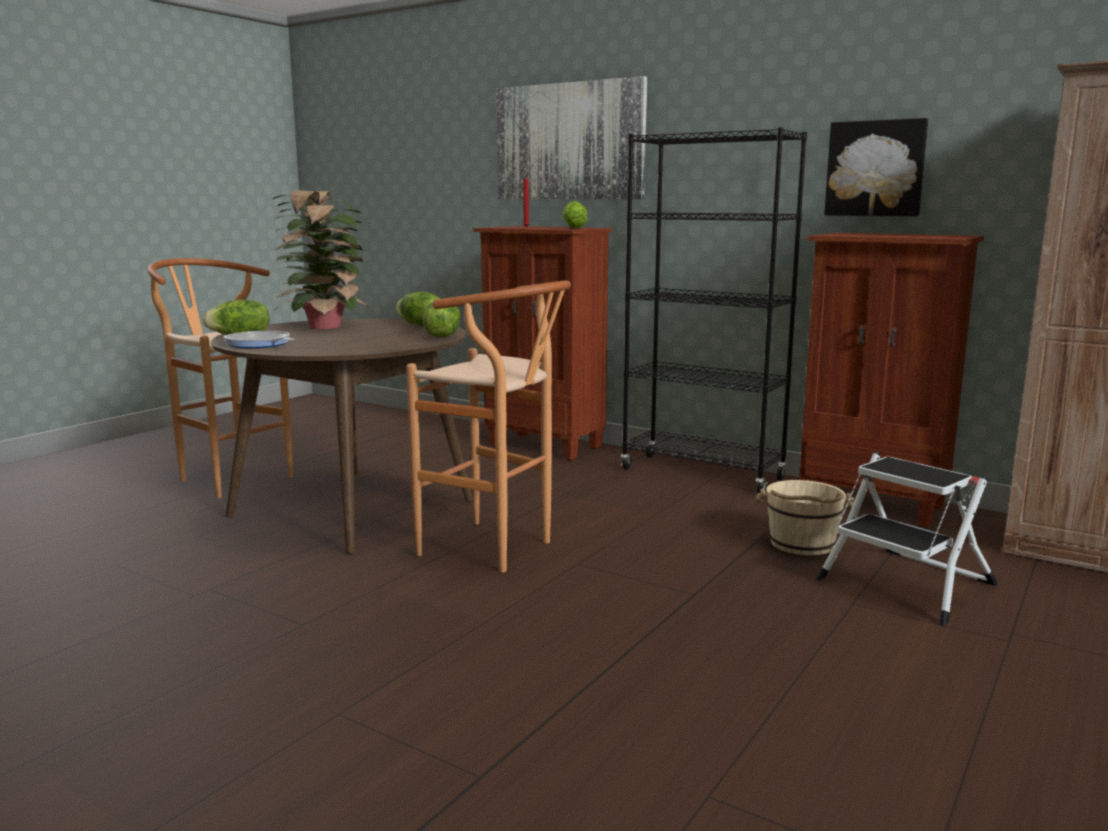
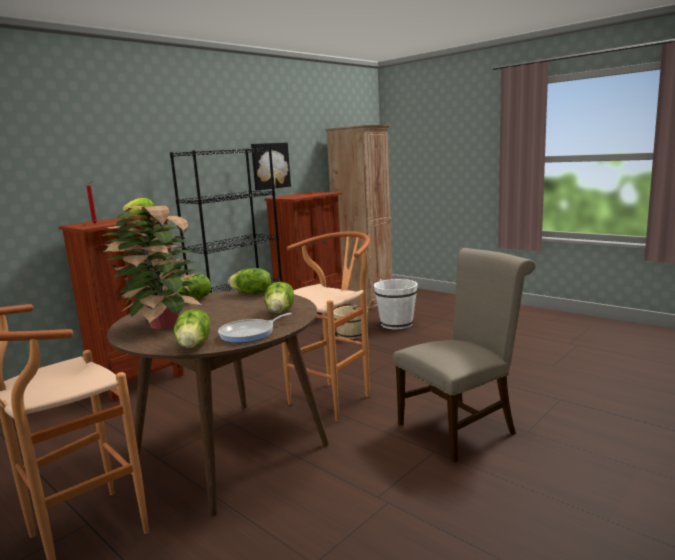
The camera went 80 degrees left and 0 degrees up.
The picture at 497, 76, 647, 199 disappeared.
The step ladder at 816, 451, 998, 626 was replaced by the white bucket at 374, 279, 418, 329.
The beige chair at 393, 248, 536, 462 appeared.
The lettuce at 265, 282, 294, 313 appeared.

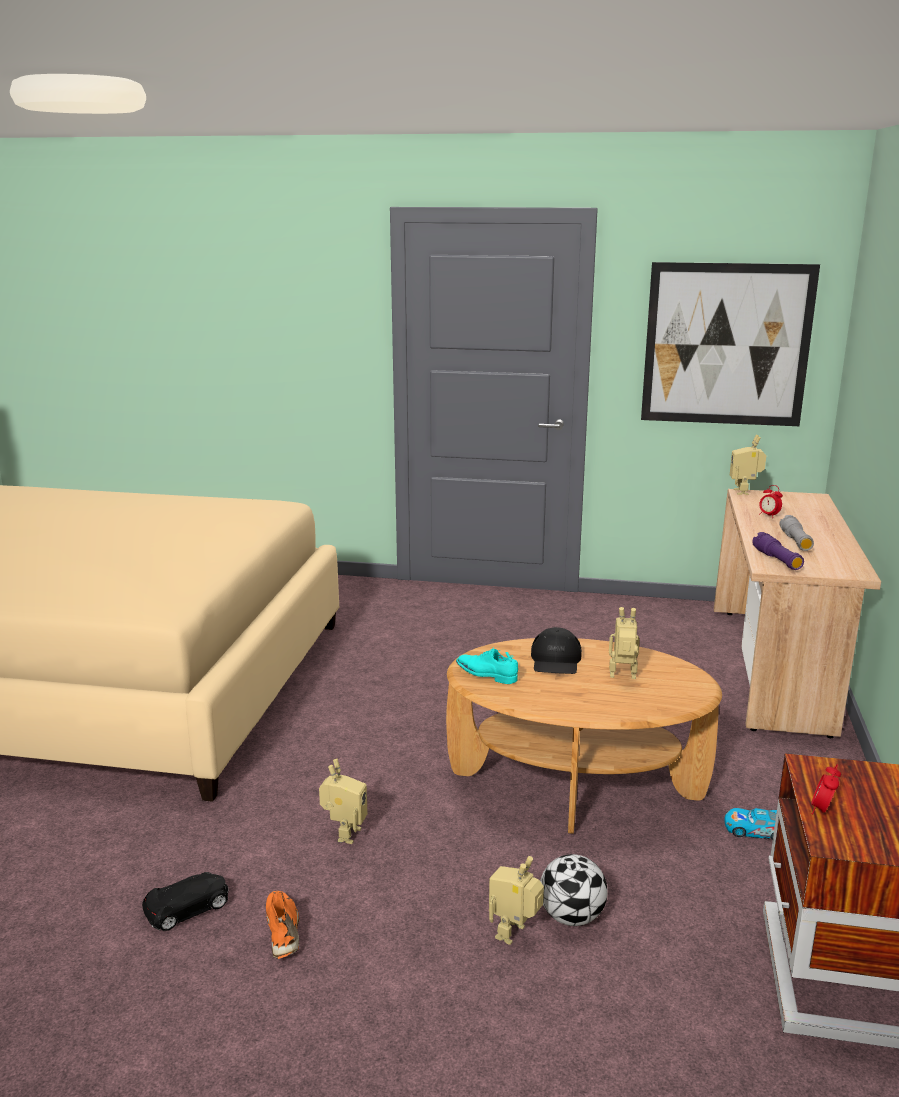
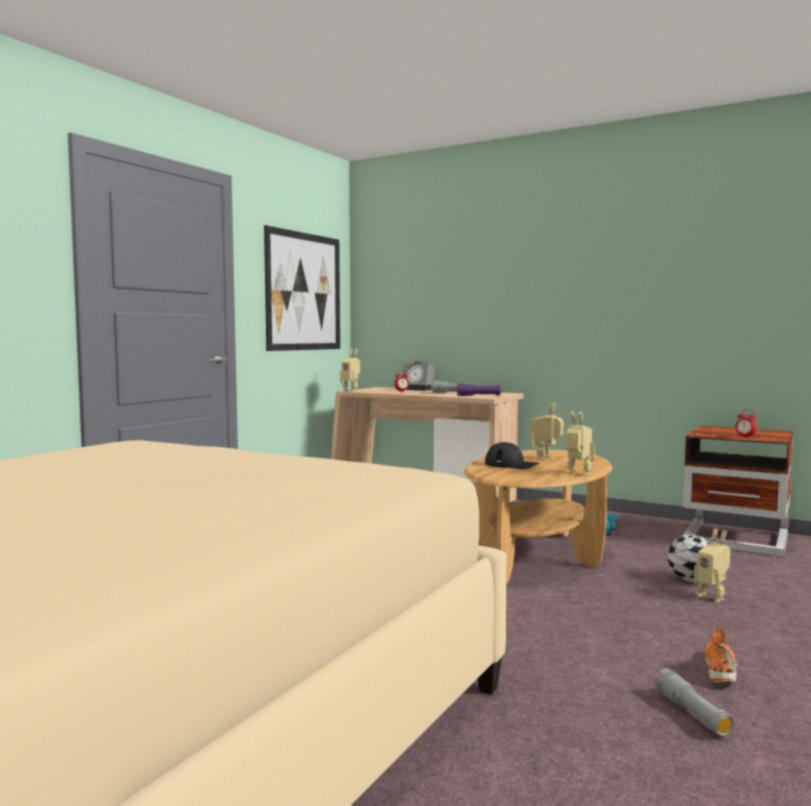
The camera went 70 degrees left and 15 degrees down.
The turquoise shoe at 456, 647, 518, 684 disappeared.
The toy robot moved from 319, 759, 368, 844 to 566, 411, 595, 476.
The black toy car at 142, 872, 229, 931 was replaced by the grey flashlight at 654, 668, 734, 736.
The orange shoe at 266, 891, 299, 959 turned 105 degrees clockwise.
The alarm clock at 402, 362, 435, 391 appeared.

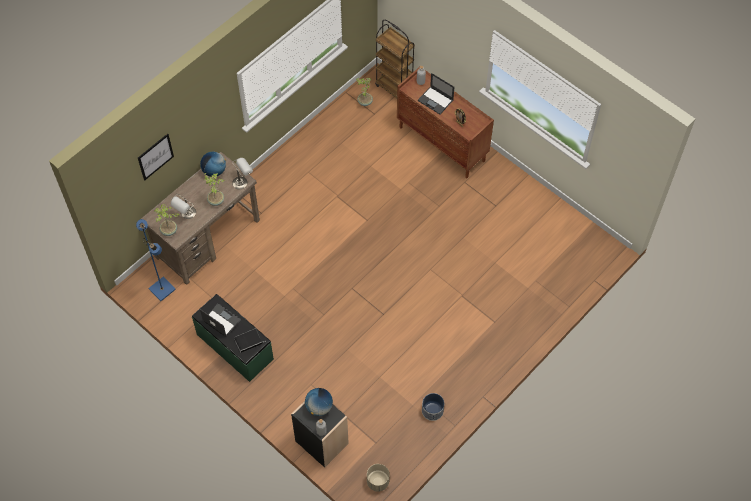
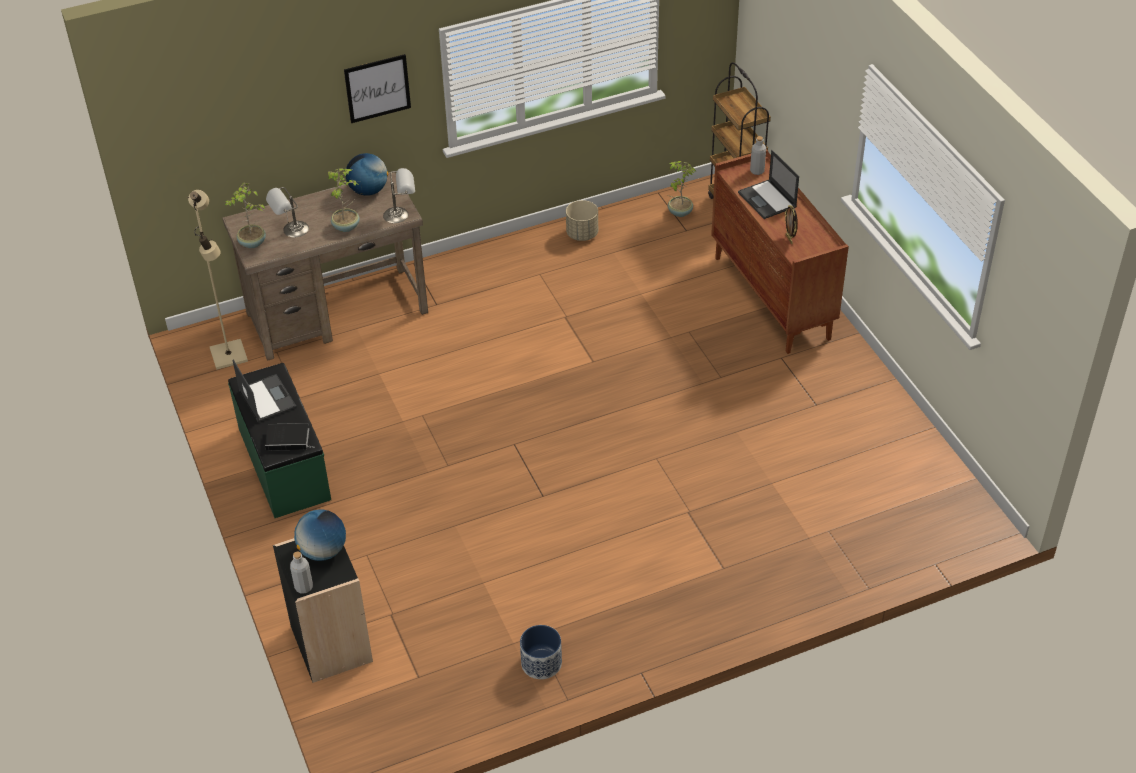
The camera went 25 degrees right and 15 degrees down.
The picture moved from 138, 134, 174, 180 to 344, 54, 411, 123.
The blue floor lamp at 136, 219, 176, 301 became the beige floor lamp at 187, 190, 248, 370.
The beige planter moved from 367, 464, 390, 492 to 566, 200, 598, 241.

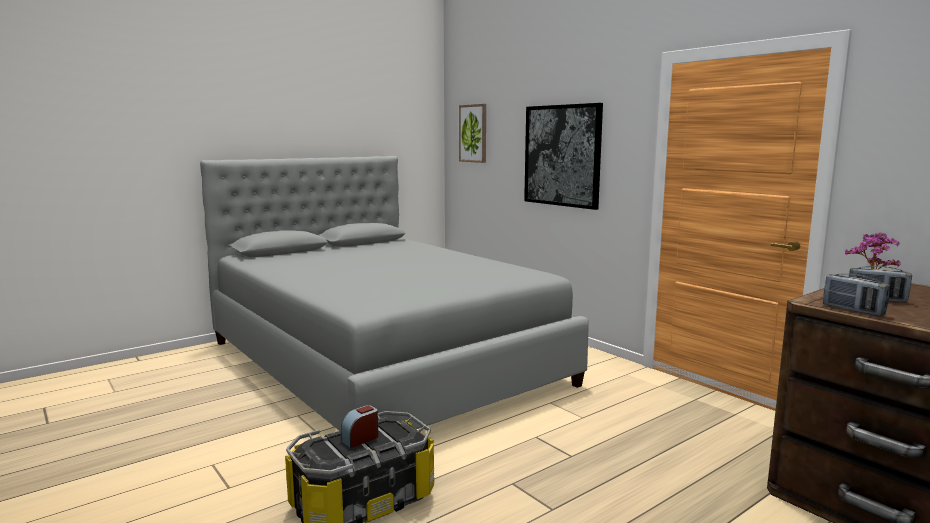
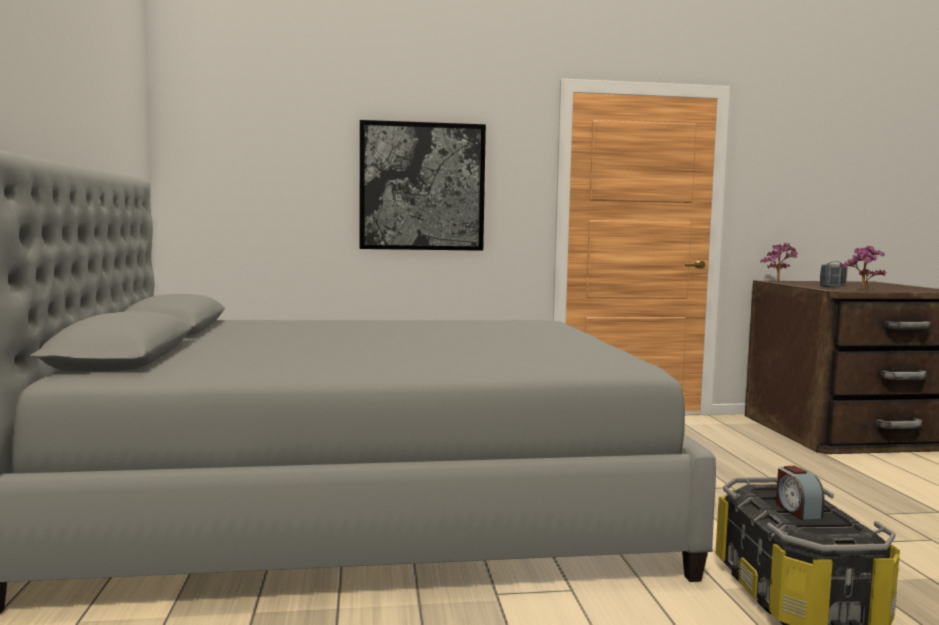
The camera went 60 degrees left and 5 degrees down.
The picture at 459, 104, 486, 163 disappeared.
The radio at 823, 274, 890, 316 was replaced by the potted plant at 840, 246, 886, 290.

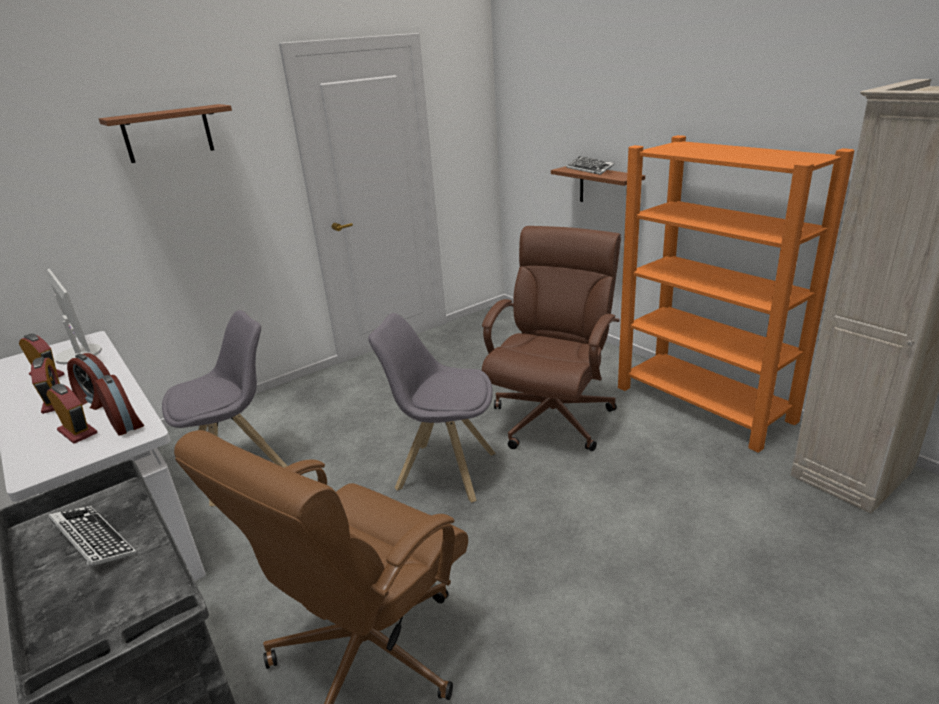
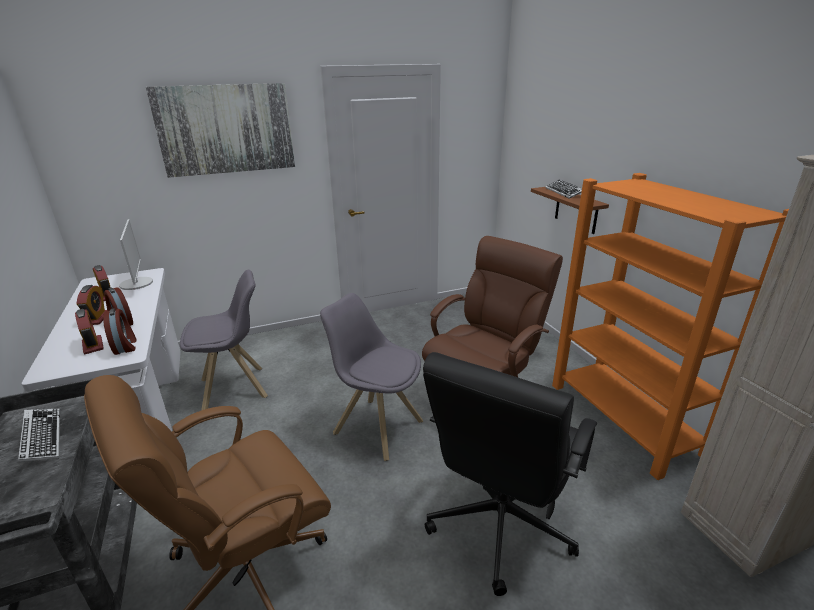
The camera went 15 degrees right and 0 degrees up.
The brown shelf at 99, 104, 232, 163 was replaced by the picture at 146, 83, 295, 178.
The black office chair at 423, 352, 597, 596 appeared.

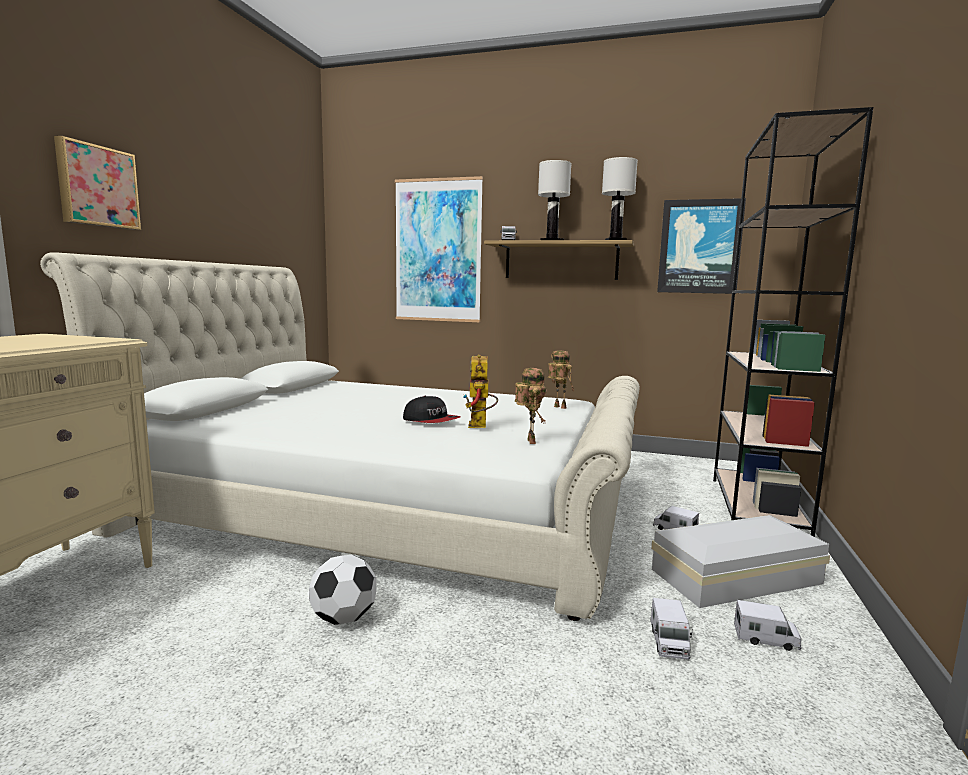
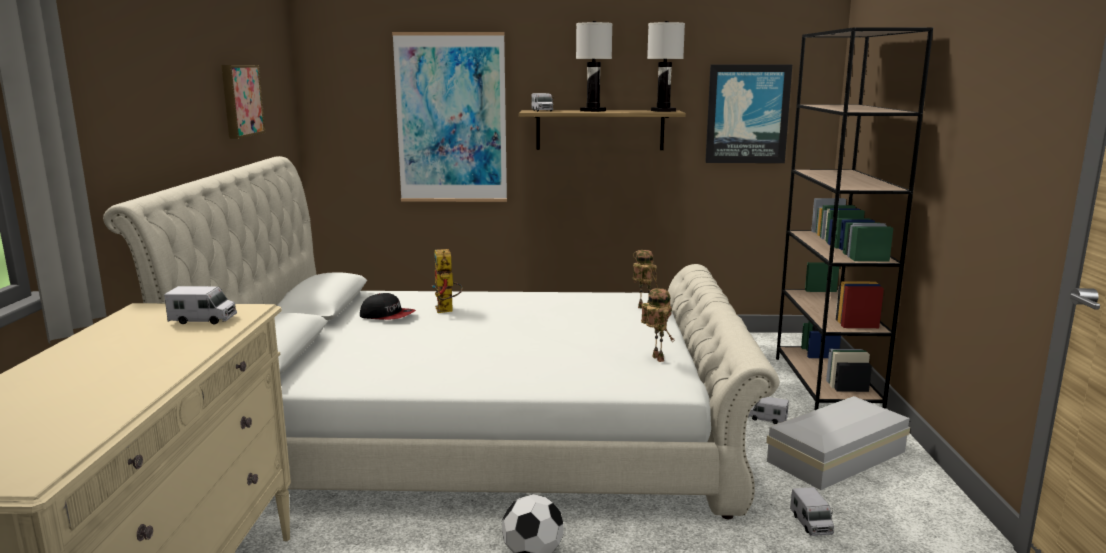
The camera went 15 degrees left and 5 degrees up.
The picture moved from 54, 136, 141, 230 to 221, 65, 265, 139.
The toy robot moved from 463, 355, 498, 428 to 432, 249, 463, 313.
The cap moved from 403, 396, 461, 423 to 360, 293, 416, 320.
The toy truck moved from 734, 600, 802, 651 to 164, 286, 237, 325.

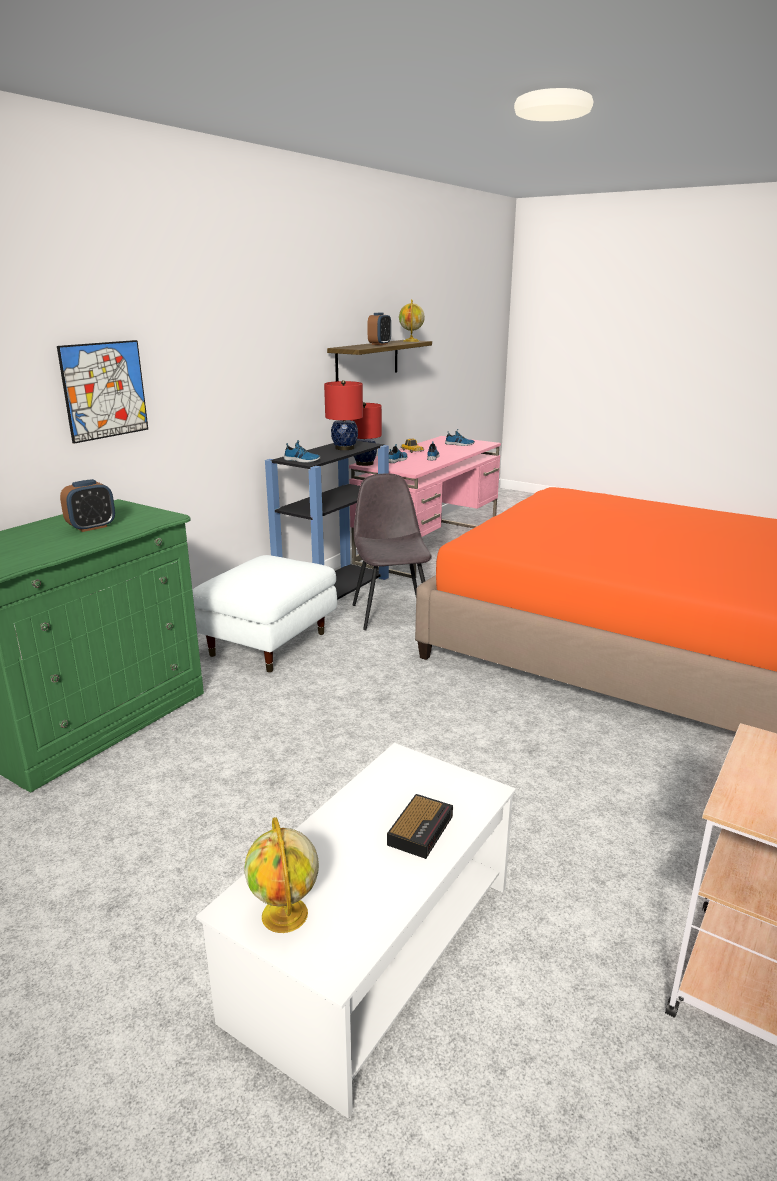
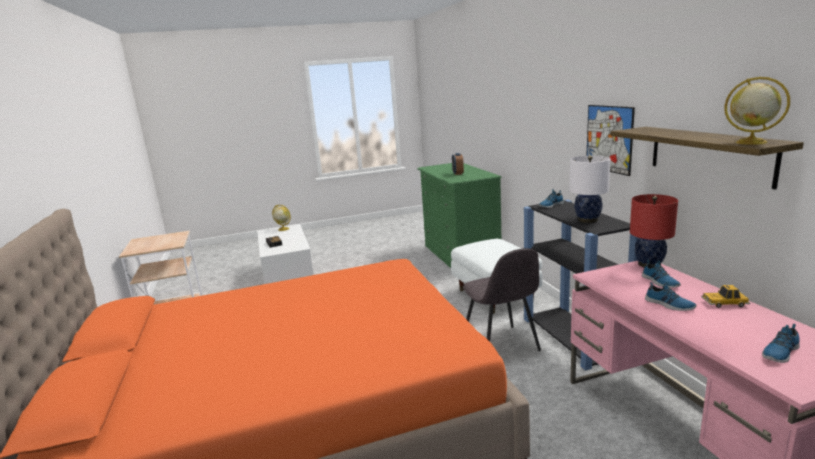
The camera went 130 degrees right and 5 degrees down.
The alarm clock at 367, 313, 391, 345 disappeared.
The picture moved from 57, 340, 148, 444 to 586, 105, 635, 176.
The red table lamp at 324, 380, 363, 450 became the white table lamp at 569, 156, 611, 223.
The grey chair at 353, 473, 432, 630 turned 45 degrees clockwise.

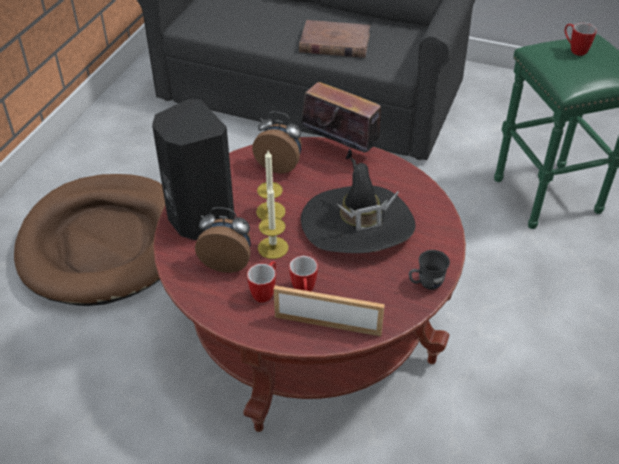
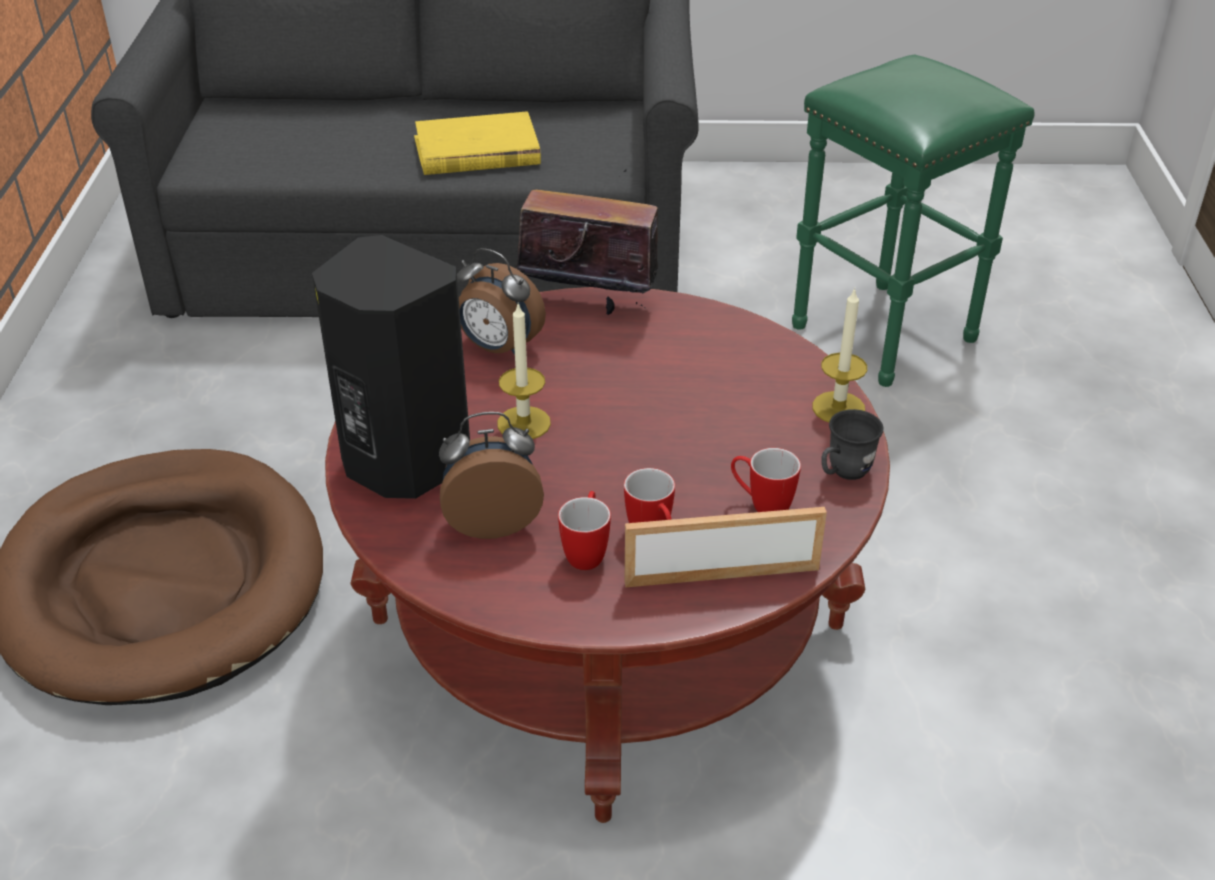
The camera went 20 degrees left and 5 degrees down.
The brown book at 299, 20, 370, 58 became the yellow book at 414, 111, 541, 175.
The mug moved from 565, 23, 597, 56 to 731, 448, 801, 512.
The alarm clock at 252, 111, 302, 173 turned 150 degrees counterclockwise.
The black hat at 301, 157, 415, 253 disappeared.
The candle moved from 258, 185, 288, 259 to 812, 288, 867, 422.

